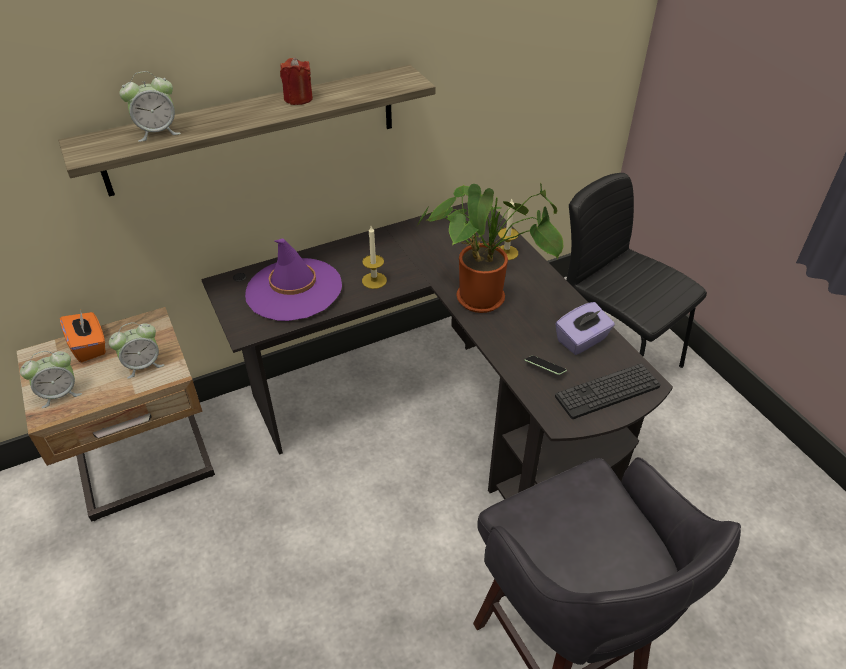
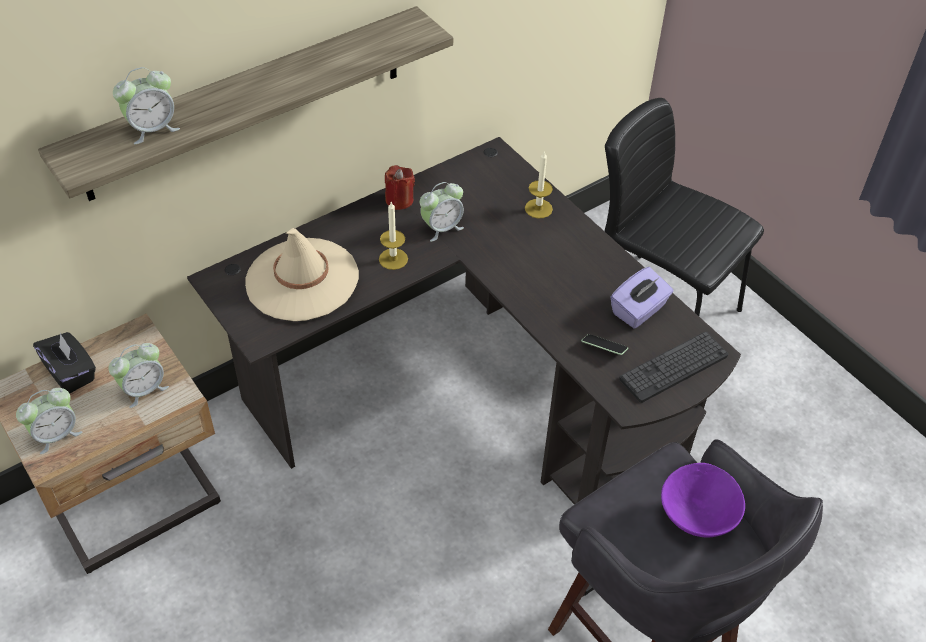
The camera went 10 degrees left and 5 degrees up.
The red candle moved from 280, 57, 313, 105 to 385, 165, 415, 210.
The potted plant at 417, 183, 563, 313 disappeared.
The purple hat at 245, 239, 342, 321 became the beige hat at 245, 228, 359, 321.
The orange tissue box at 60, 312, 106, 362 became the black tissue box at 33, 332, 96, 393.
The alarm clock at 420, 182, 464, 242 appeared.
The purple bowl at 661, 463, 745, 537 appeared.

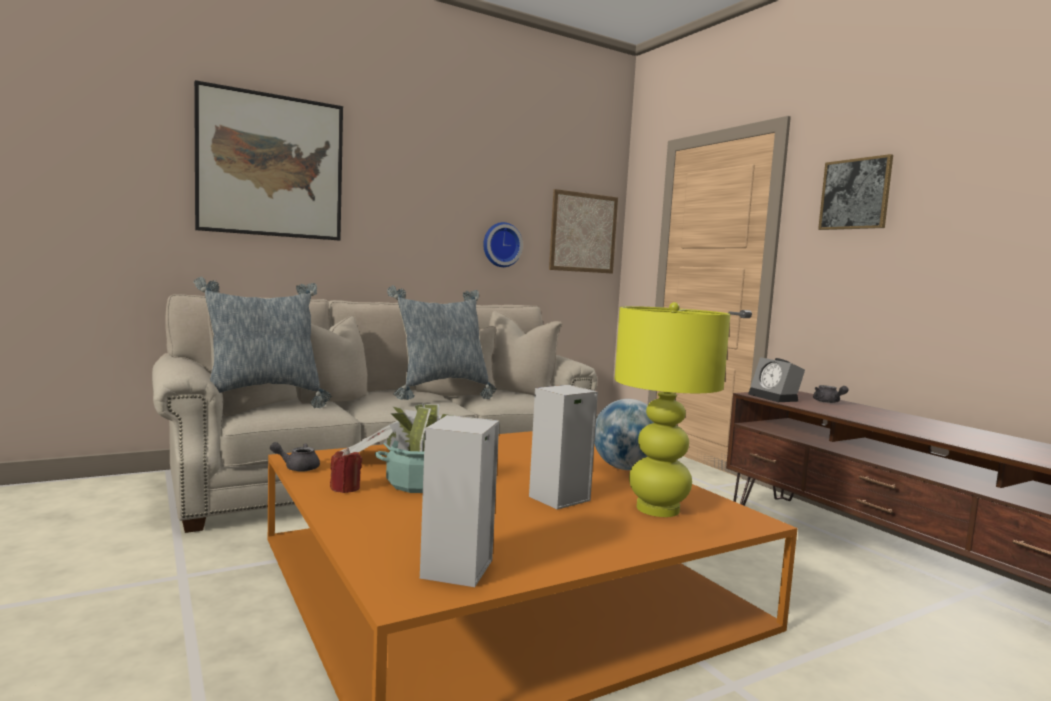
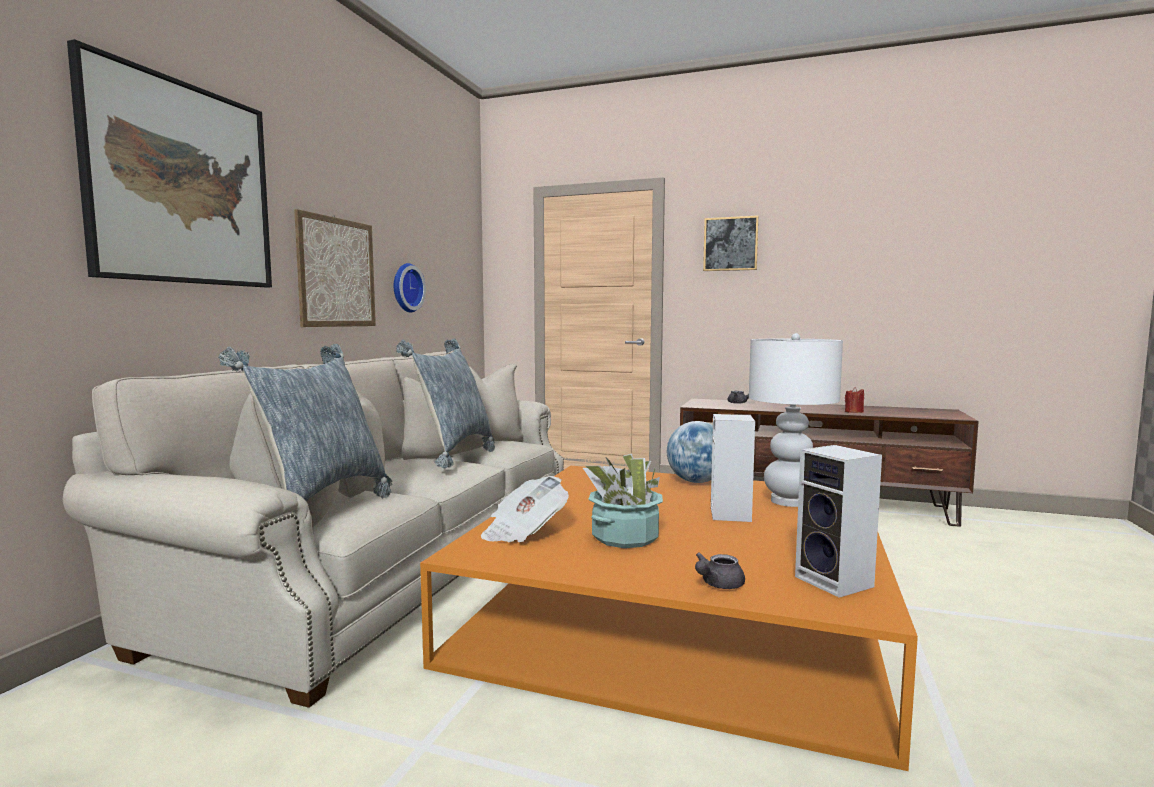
The camera went 40 degrees left and 0 degrees up.
The picture moved from 549, 189, 618, 274 to 294, 209, 376, 327.
The yellow table lamp at 615, 302, 730, 517 became the white table lamp at 749, 333, 843, 507.
The alarm clock at 748, 357, 805, 402 disappeared.
The grey teapot moved from 270, 442, 320, 472 to 695, 552, 745, 589.
The red candle moved from 330, 448, 362, 493 to 845, 387, 864, 413.

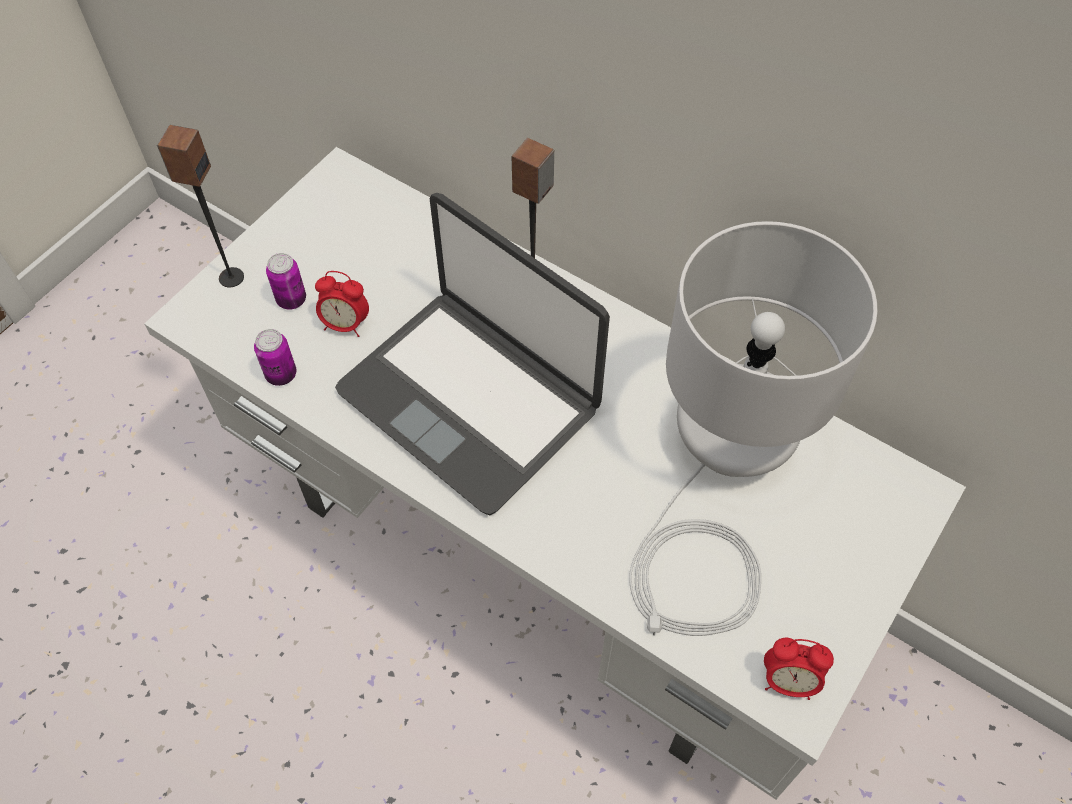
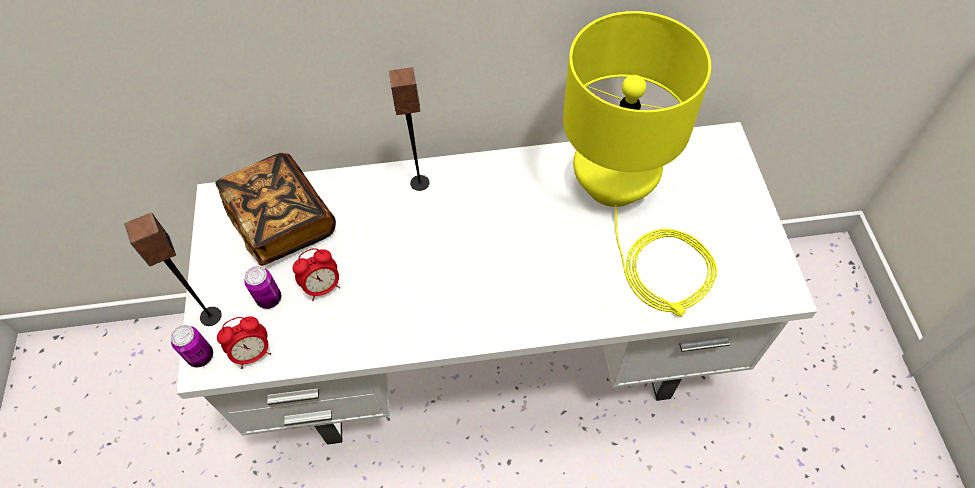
The camera went 40 degrees left and 0 degrees up.
The laptop at 335, 193, 610, 516 disappeared.
The grey table lamp at 629, 221, 878, 636 became the yellow table lamp at 563, 11, 717, 317.
The can moved from 254, 329, 296, 386 to 171, 325, 213, 367.
The alarm clock moved from 764, 638, 834, 700 to 217, 316, 271, 369.
The book at 215, 153, 336, 266 appeared.

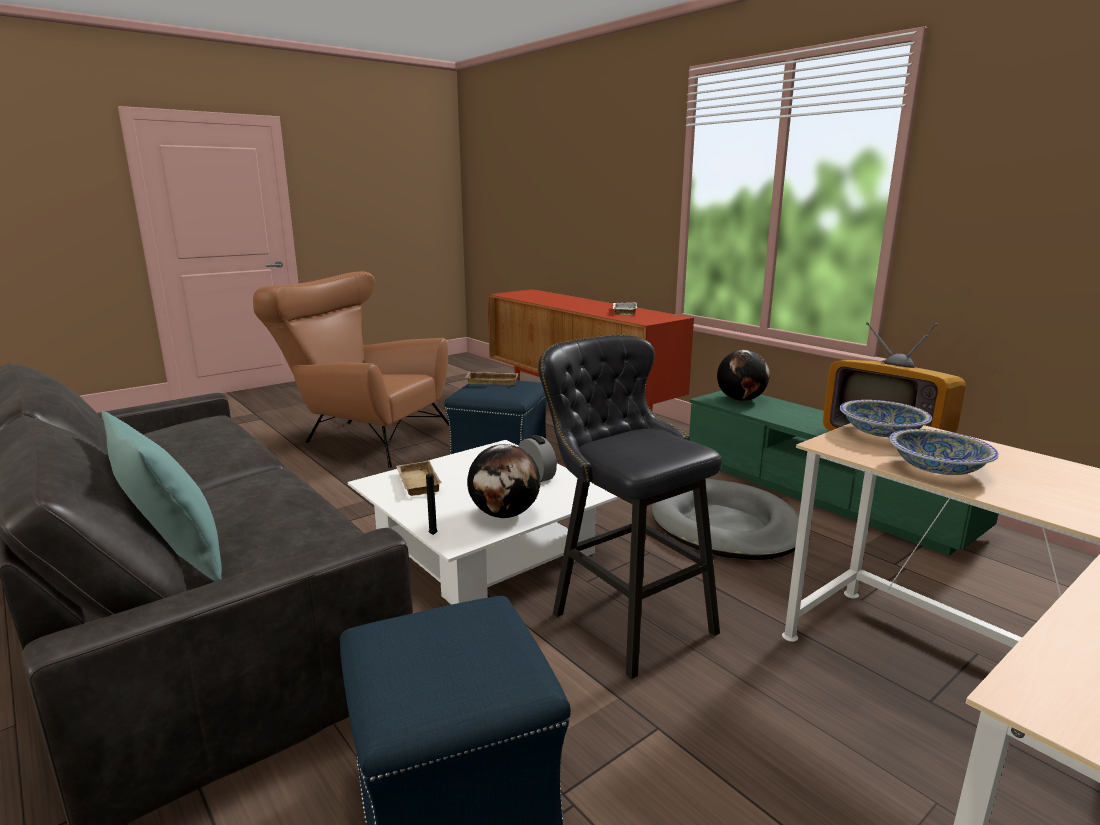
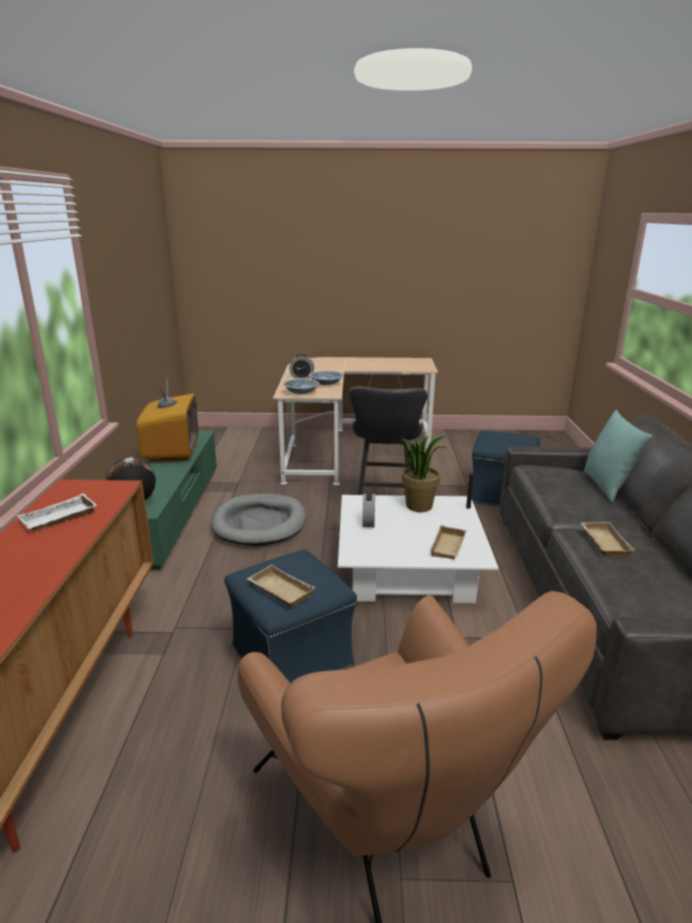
The camera went 140 degrees left and 5 degrees up.
The globe at 467, 444, 540, 518 was replaced by the potted plant at 401, 436, 447, 512.
The alarm clock at 289, 354, 314, 378 appeared.
The beige tray at 581, 522, 635, 557 appeared.

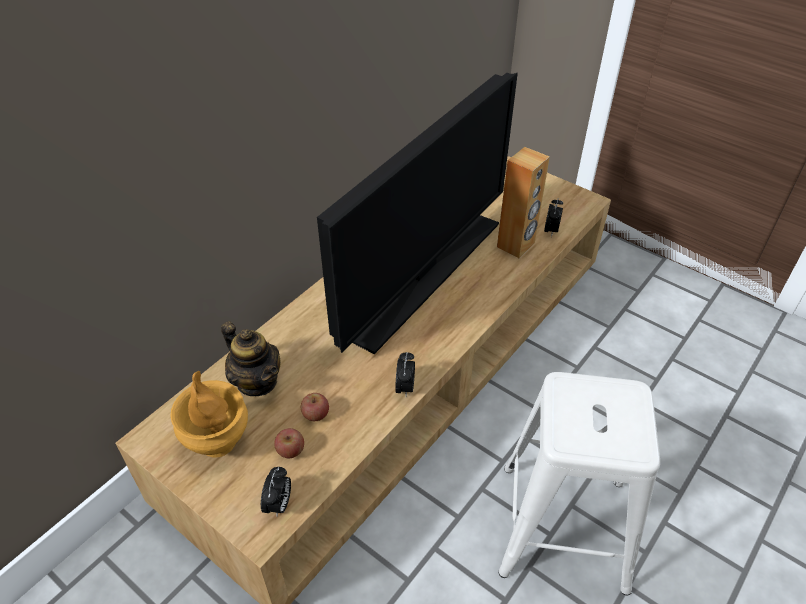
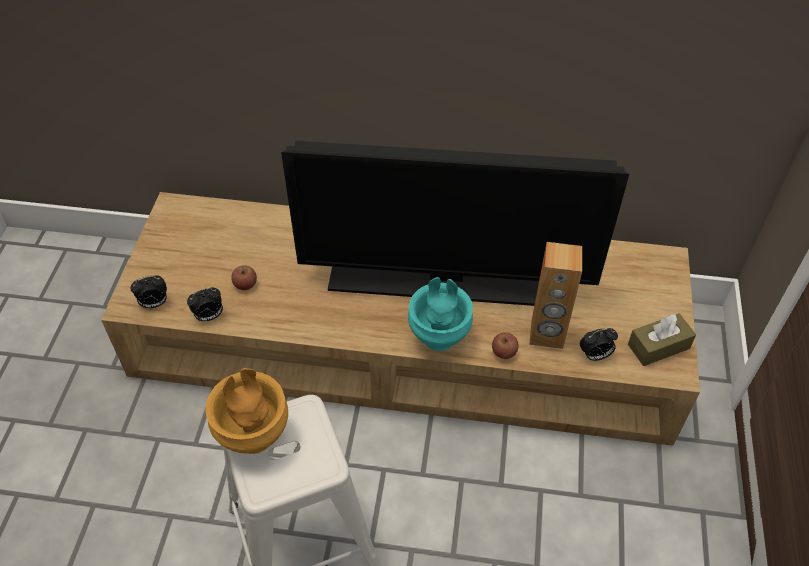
The camera went 60 degrees right and 5 degrees up.
The teapot at 221, 321, 281, 396 disappeared.
The alarm clock moved from 395, 352, 415, 396 to 187, 288, 223, 322.
The brown vase moved from 170, 371, 248, 457 to 206, 368, 288, 454.
The apple moved from 274, 428, 304, 458 to 492, 332, 519, 359.
The turquoise vase at 408, 277, 473, 351 appeared.
The brown tissue box at 628, 313, 696, 366 appeared.

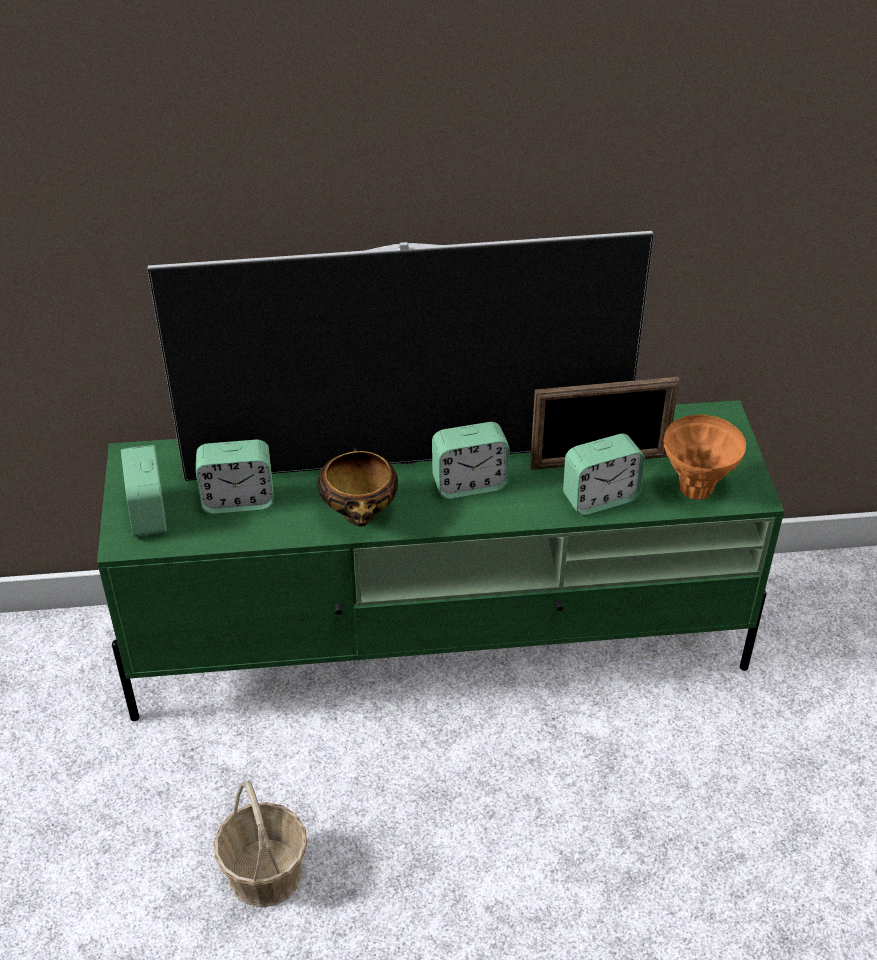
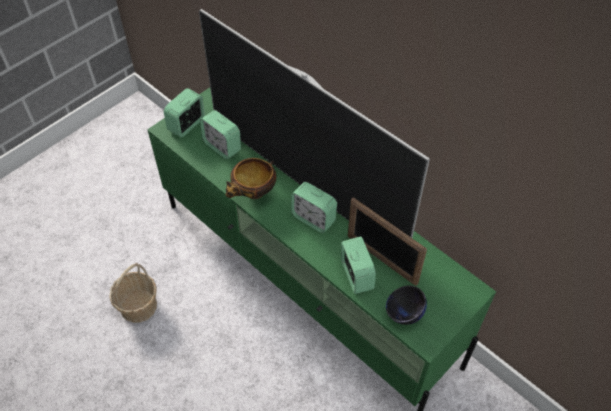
The camera went 50 degrees right and 10 degrees up.
The orange vase at 664, 414, 746, 500 was replaced by the black bowl at 386, 286, 427, 325.
The alarm clock at 563, 434, 645, 515 turned 135 degrees counterclockwise.

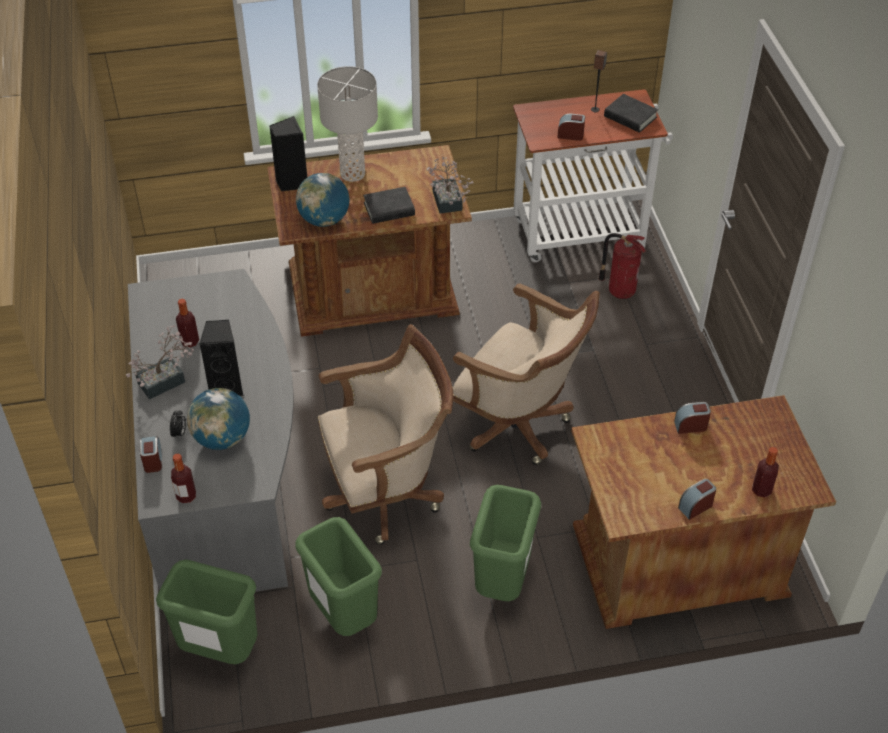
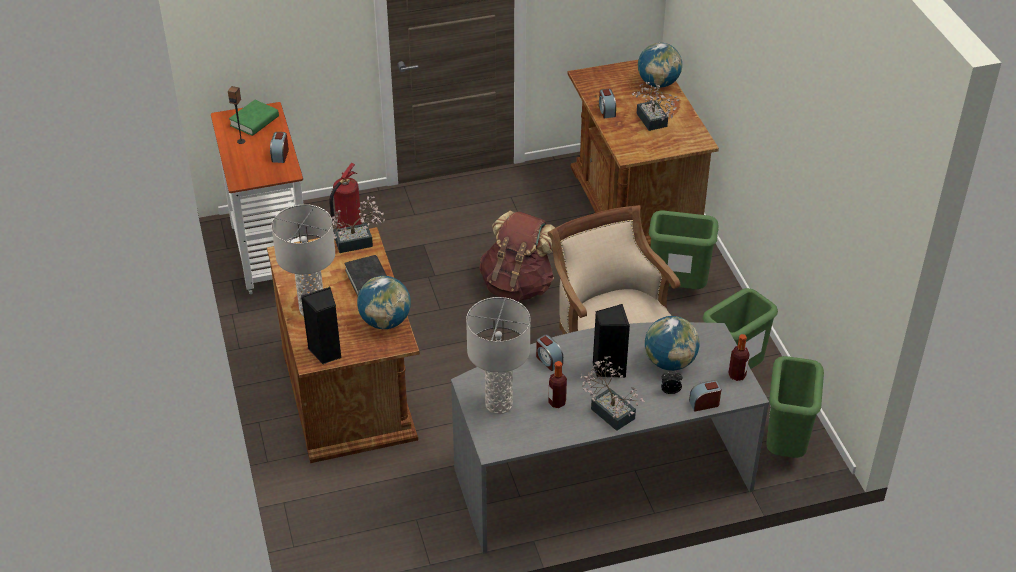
The camera went 95 degrees left and 5 degrees down.
The black book at 604, 94, 658, 133 became the green book at 229, 100, 279, 136.
The office chair at 452, 283, 600, 465 was replaced by the brown backpack at 480, 211, 555, 302.
The bottle at 752, 447, 779, 498 was replaced by the globe at 638, 43, 682, 88.
The alarm clock moved from 678, 479, 716, 520 to 536, 335, 563, 371.
The potted plant at 632, 82, 679, 131 appeared.
The white table lamp at 466, 297, 530, 414 appeared.

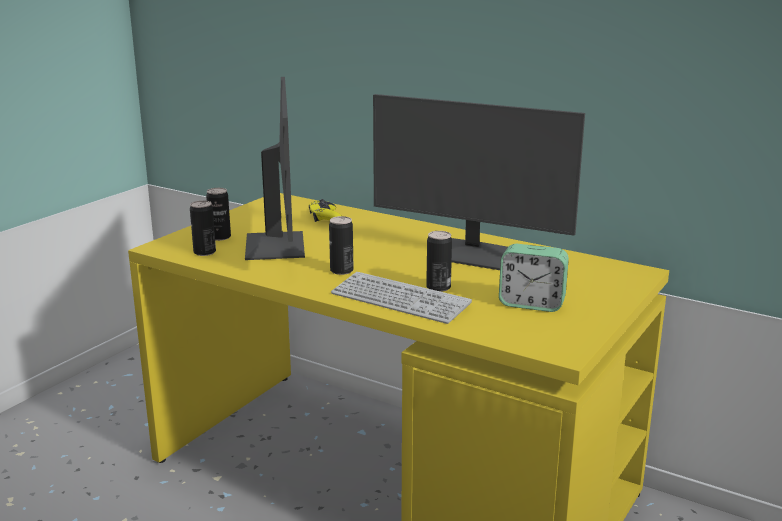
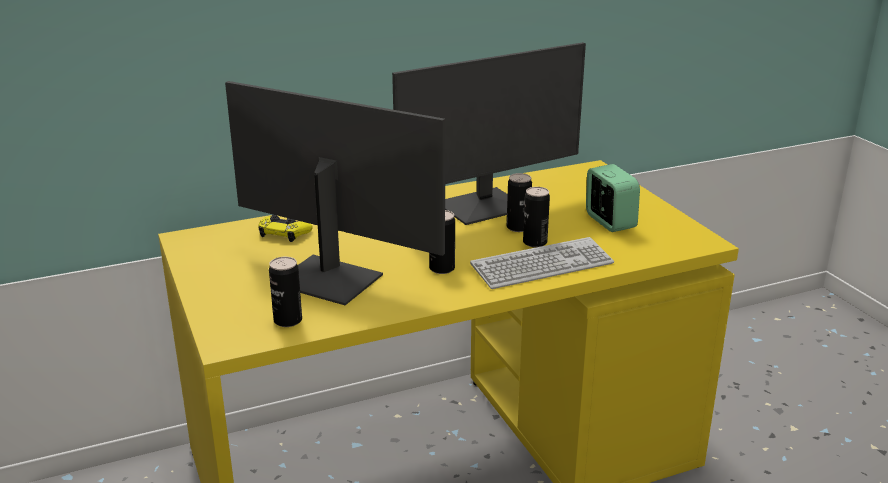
The camera went 55 degrees left and 5 degrees up.
The can moved from 206, 188, 231, 241 to 507, 173, 532, 232.
The alarm clock at 499, 244, 569, 312 turned 75 degrees counterclockwise.

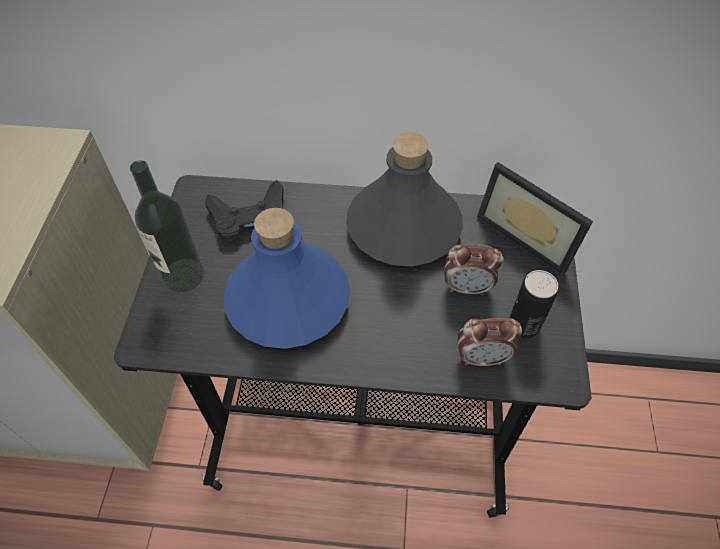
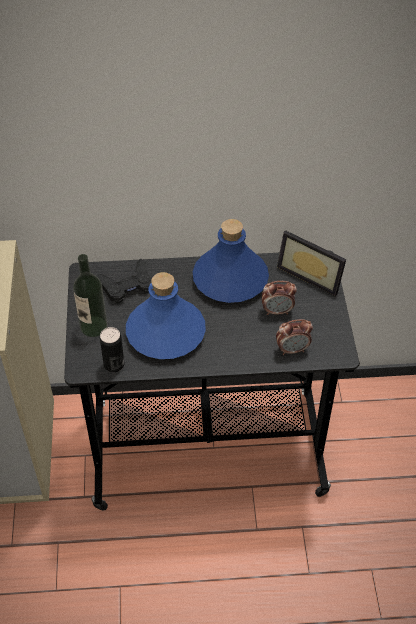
The camera went 10 degrees left and 5 degrees down.
The grey bottle at 346, 132, 463, 266 became the blue bottle at 193, 219, 269, 303.
The can moved from 509, 270, 558, 338 to 100, 327, 124, 372.

